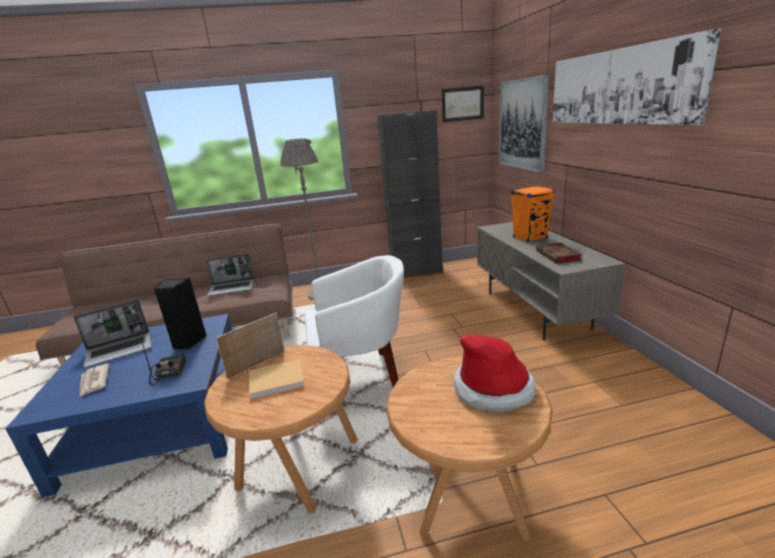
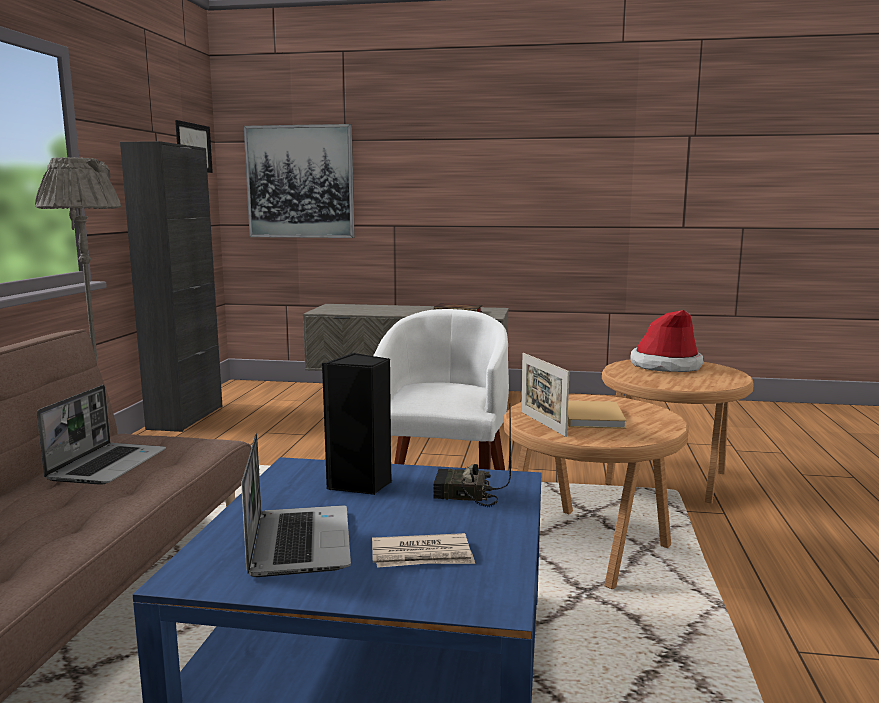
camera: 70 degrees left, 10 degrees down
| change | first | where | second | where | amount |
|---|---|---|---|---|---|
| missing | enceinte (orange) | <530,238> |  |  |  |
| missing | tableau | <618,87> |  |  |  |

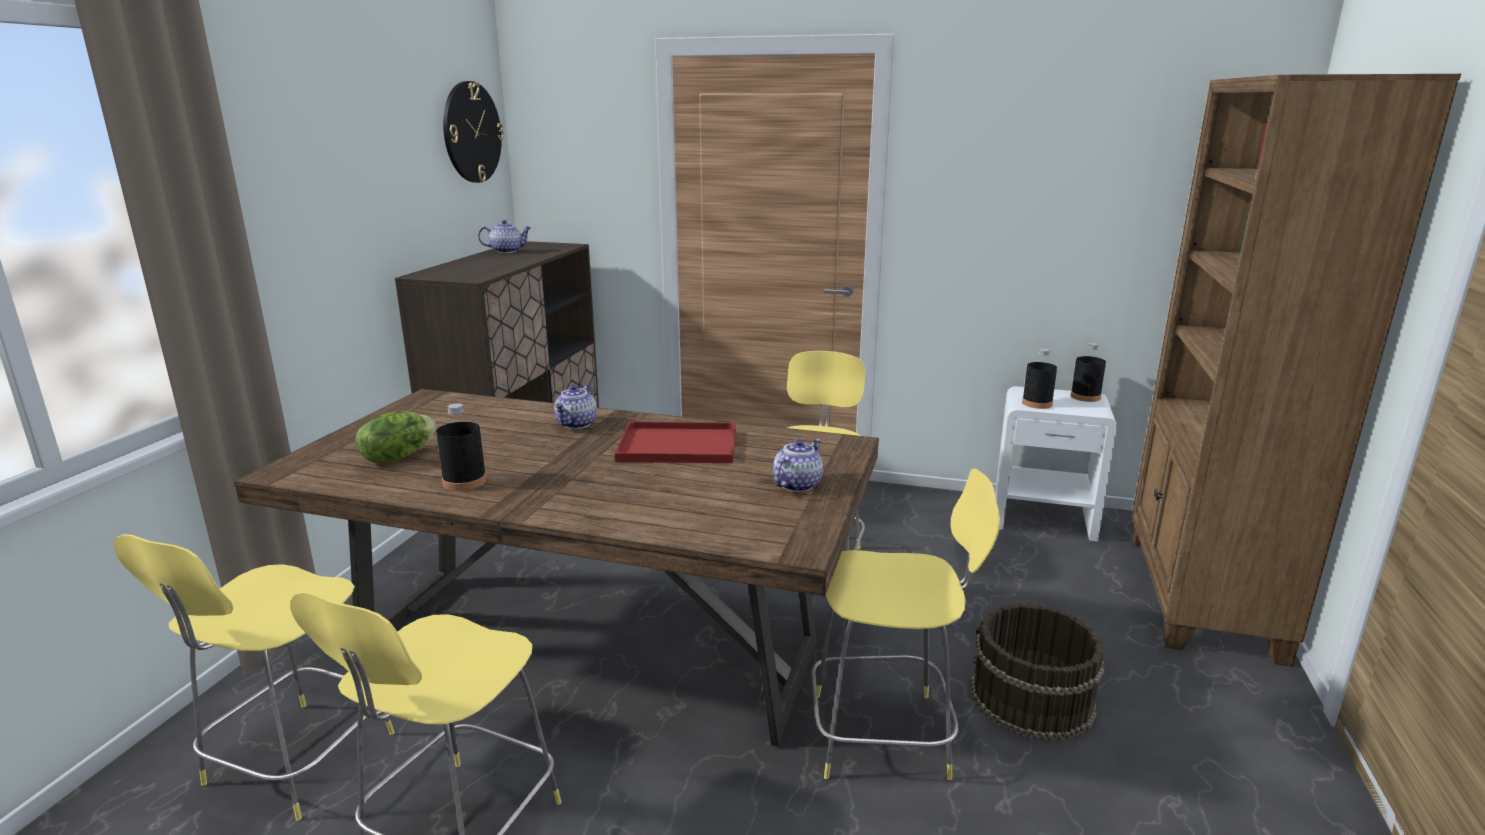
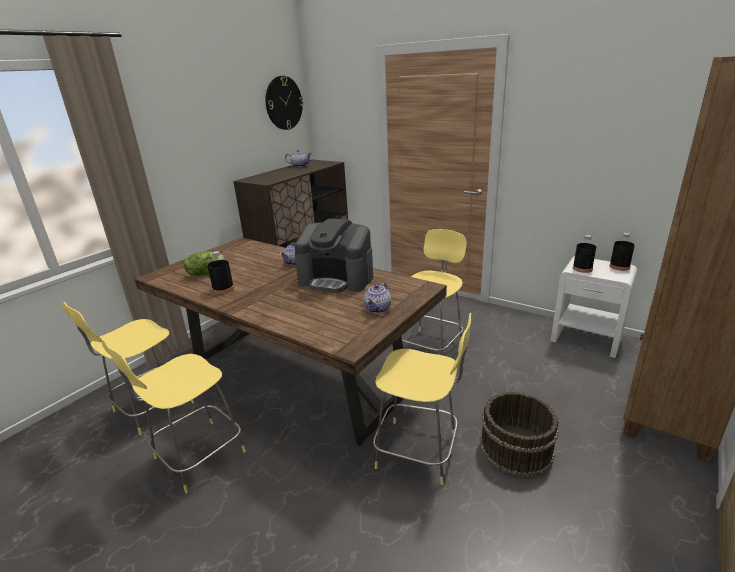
camera: 20 degrees right, 5 degrees up
| change | first | where | second | where | amount |
|---|---|---|---|---|---|
| exchanged | plateau (rouge) | <681,445> | machine à café | <337,279> |  |
| spun | théière | <796,484> |  | <378,309> | 150 degrees clockwise |

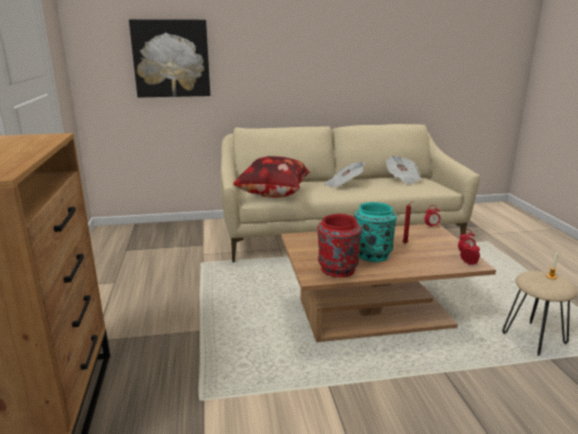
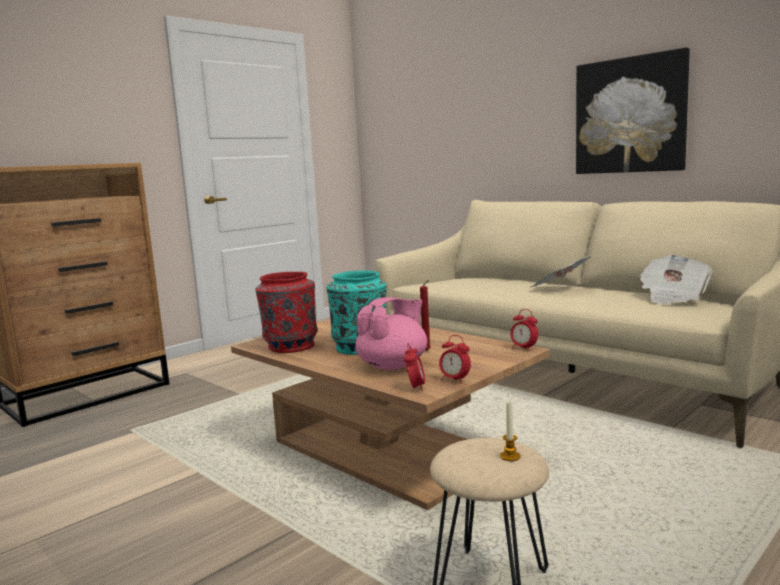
camera: 55 degrees right, 10 degrees down
| change | first | where | second | where | amount |
|---|---|---|---|---|---|
| relocated | tableau | <171,58> |  | <630,115> |  |
| missing | coussin | <273,195> |  |  |  |
| appeared |  |  | théière (rose) | <393,366> |  |

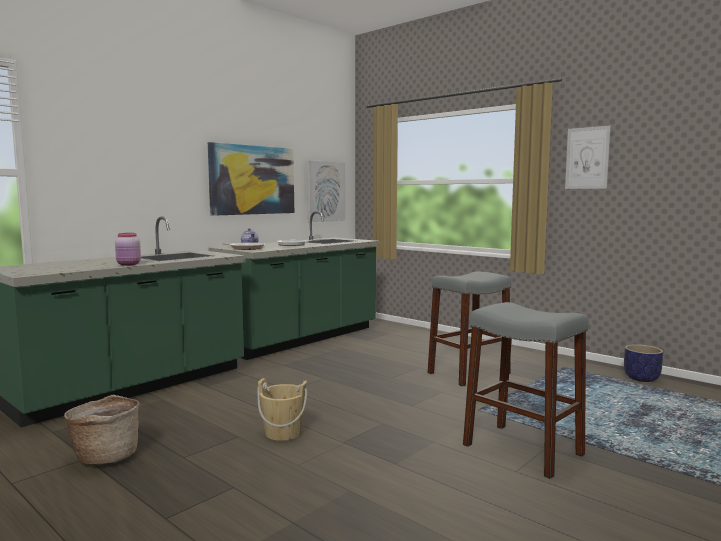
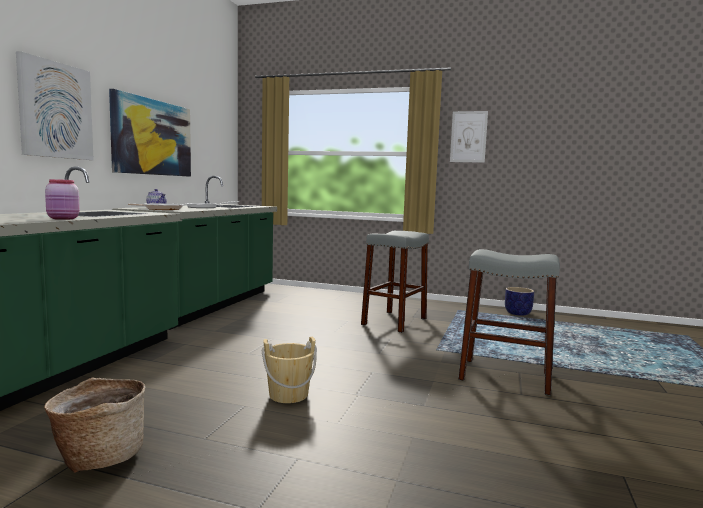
camera: 25 degrees left, 0 degrees up
| change | first | where | second | where | amount |
|---|---|---|---|---|---|
| relocated | tableau | <325,191> |  | <55,110> |  |

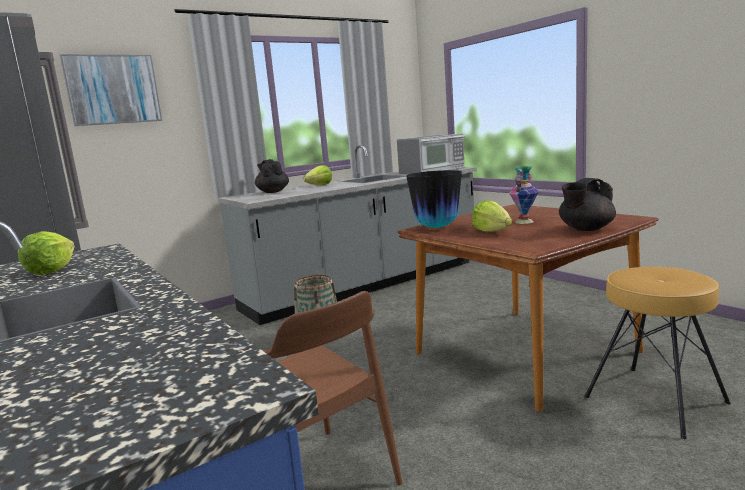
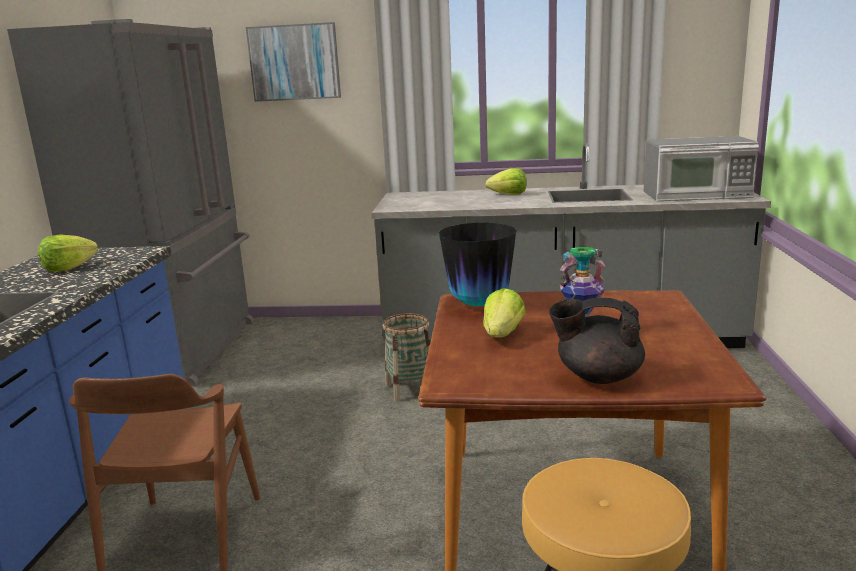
camera: 40 degrees right, 5 degrees up
| change | first | where | second | where | amount |
|---|---|---|---|---|---|
| missing | théière (noir) | <273,192> |  |  |  |

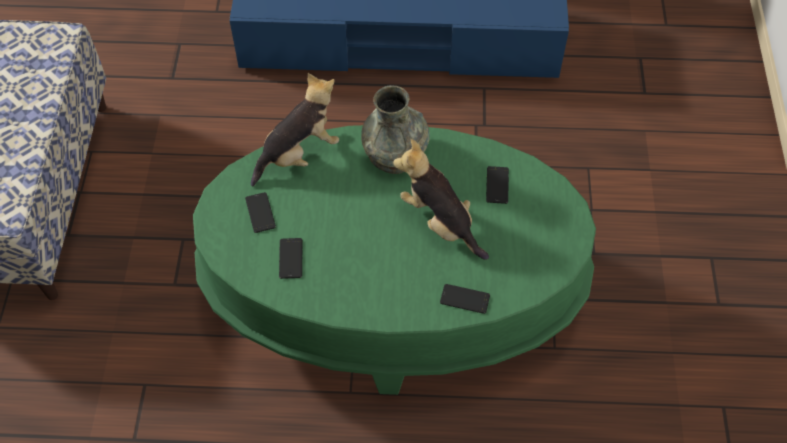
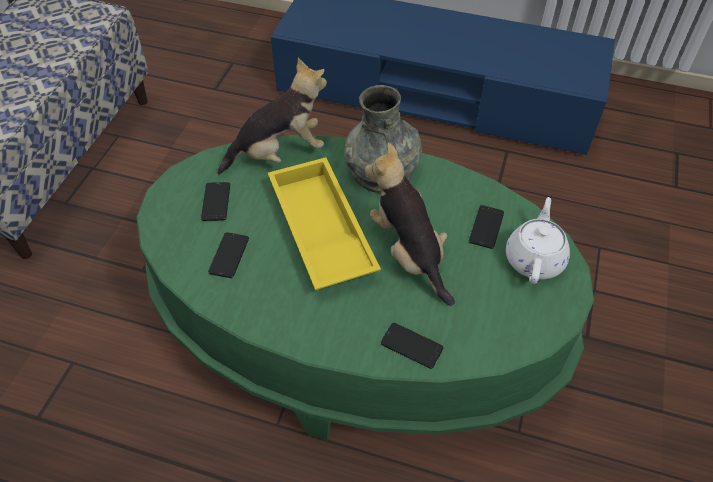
camera: 15 degrees right, 5 degrees down
| change | first | where | second | where | amount |
|---|---|---|---|---|---|
| appeared |  |  | plateau (jaune) | <319,231> |  |
| appeared |  |  | théière (blanc) | <534,258> |  |

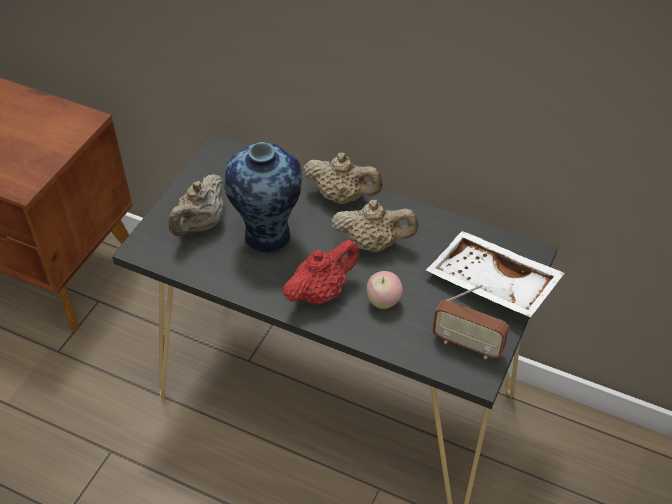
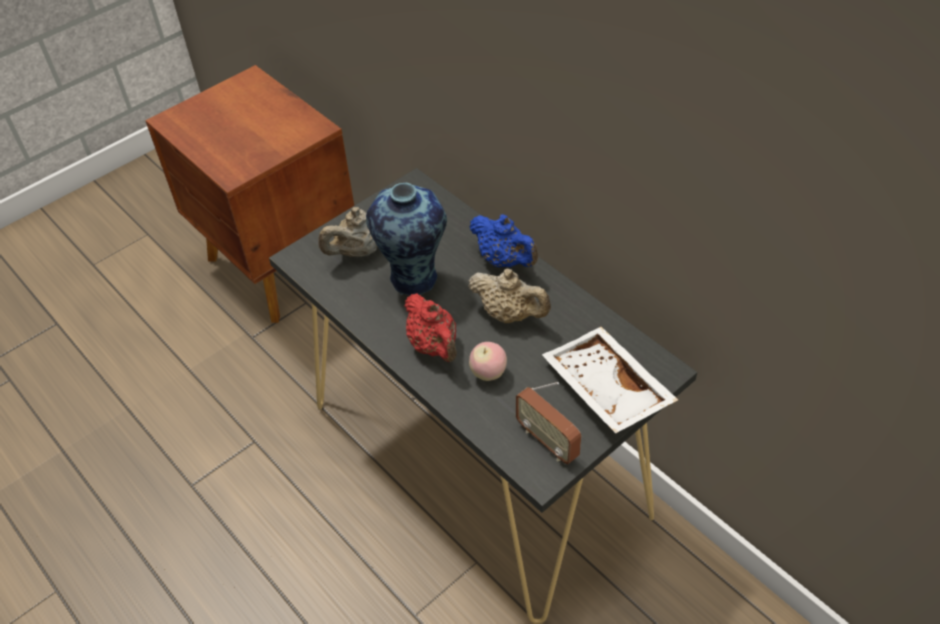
camera: 25 degrees right, 0 degrees up
| change | first | where | second | where | amount |
|---|---|---|---|---|---|
| spun | théière (rouge) | <321,292> |  | <434,346> | 75 degrees clockwise |
| colour | théière (beige) | <342,196> | théière (bleu) | <504,260> |  |

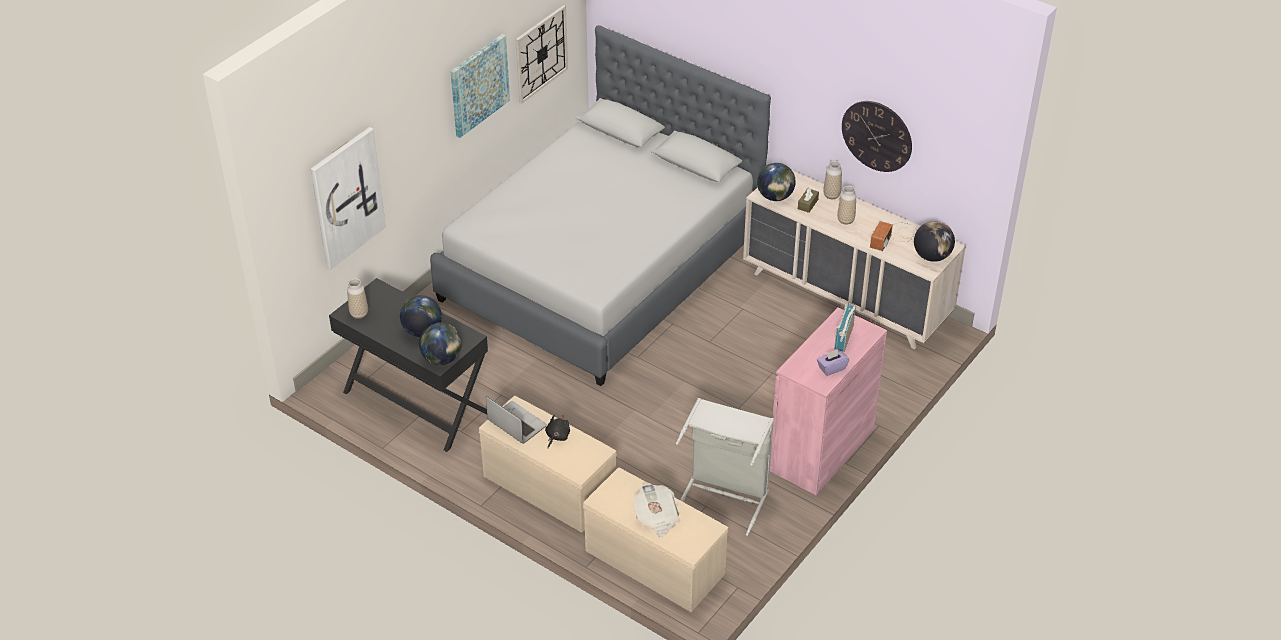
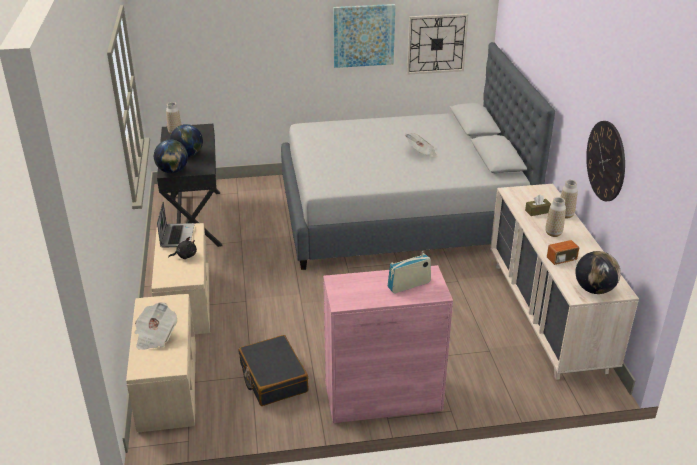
camera: 45 degrees right, 10 degrees down
| change | first | where | second | where | amount |
|---|---|---|---|---|---|
| missing | tableau | <347,197> |  |  |  |
| exchanged | panier à linge (gris) | <725,495> | valise (noir) | <273,378> |  |
| missing | globe | <775,197> |  |  |  |
| missing | boîte à mouchoirs (violet) | <832,368> |  |  |  |
| appeared |  |  | journal | <421,153> |  |

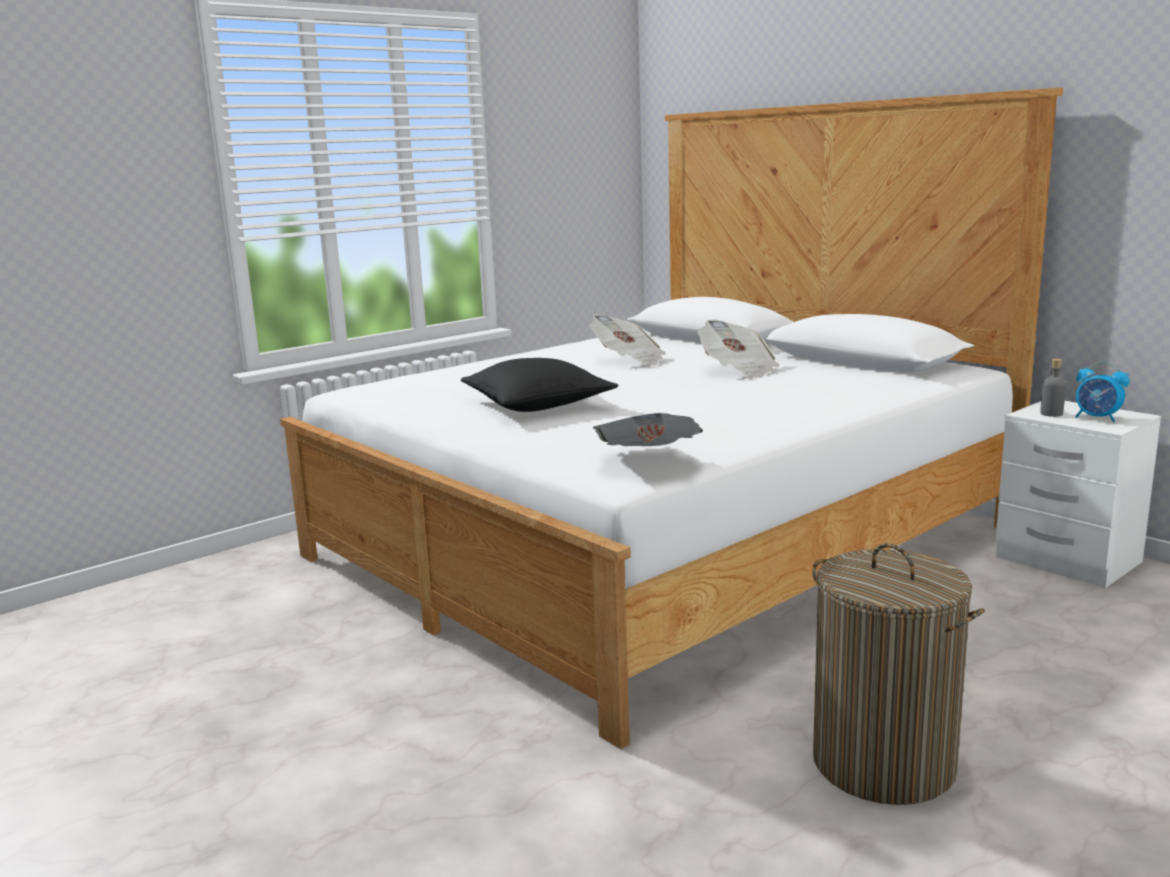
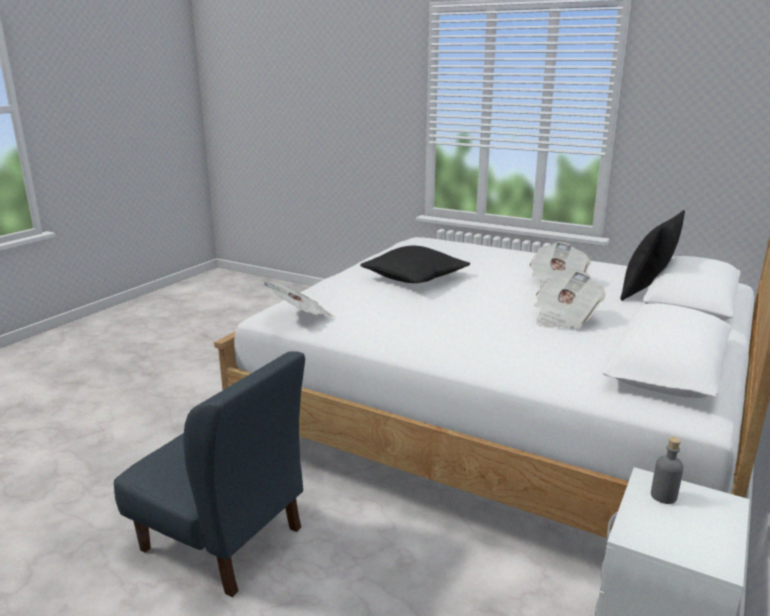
camera: 70 degrees right, 5 degrees up
| change | first | where | second | where | amount |
|---|---|---|---|---|---|
| exchanged | panier à linge | <884,763> | chaise (bleu) | <223,539> |  |
| missing | réveil | <1097,418> |  |  |  |
| appeared |  |  | coussin (noir) | <646,291> |  |

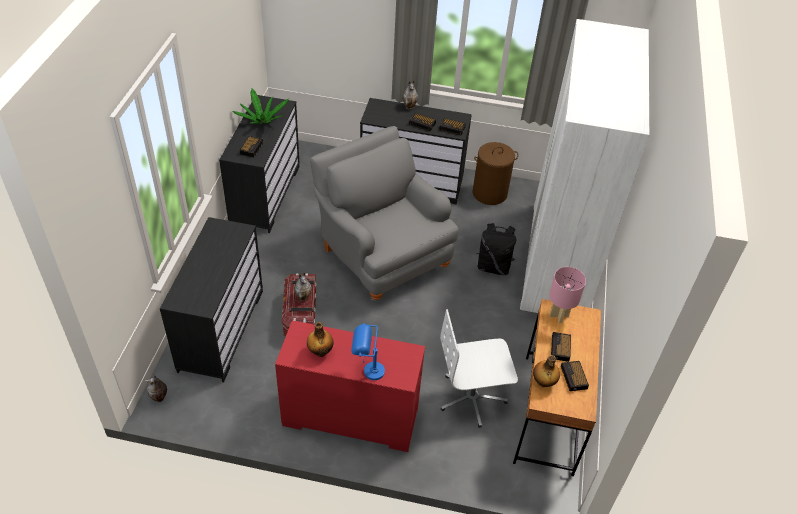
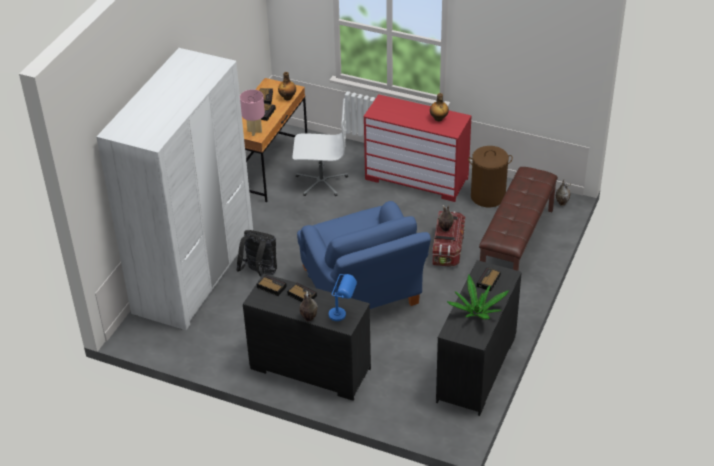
camera: 165 degrees left, 5 degrees down
| change | first | where | second | where | amount |
|---|---|---|---|---|---|
| exchanged | commode (noir) | <221,329> | banc (marron) | <517,244> |  |
| colour | fauteuil (gris) | <382,254> | fauteuil (bleu) | <363,294> |  |
| relocated | lampe de table (bleu) | <366,371> |  | <343,315> |  |
| relocated | panier à linge (marron) | <489,193> |  | <488,196> |  |

